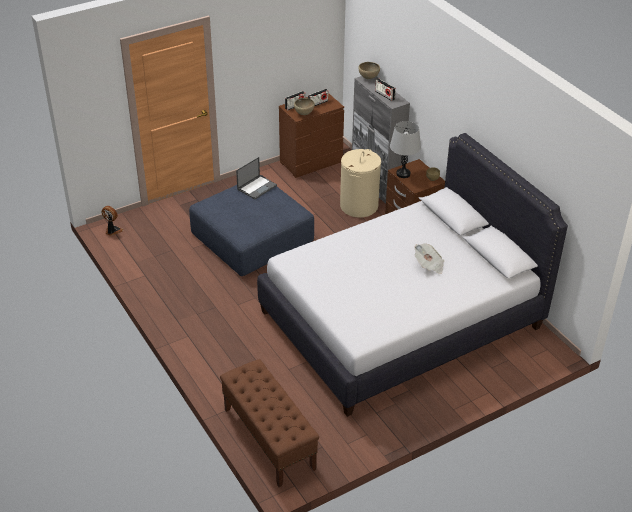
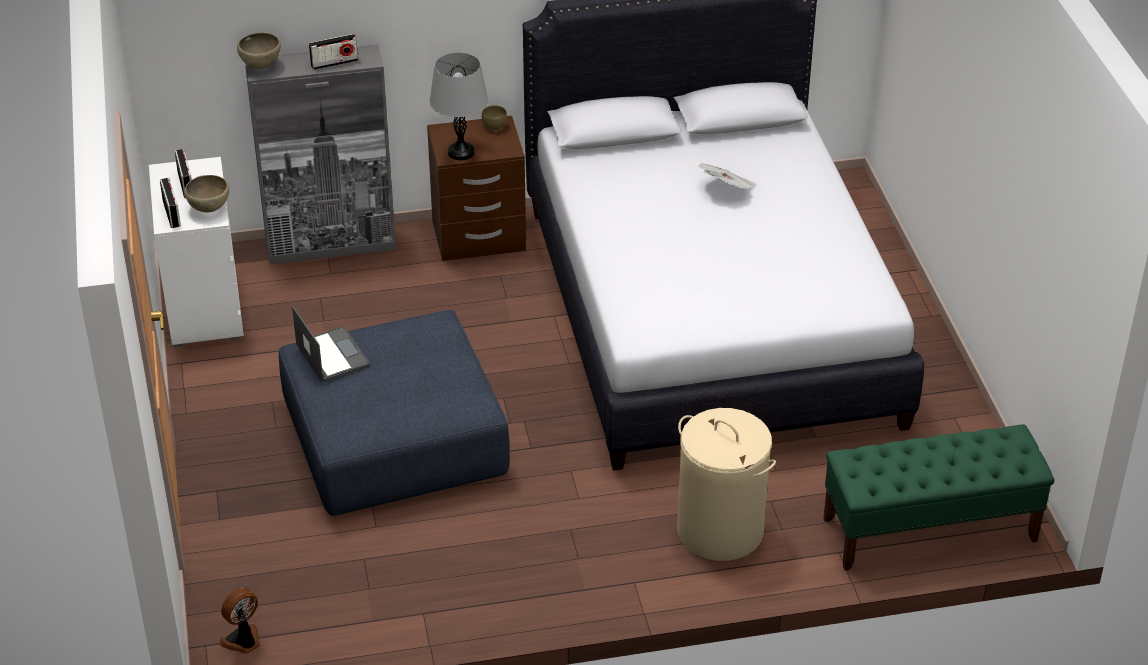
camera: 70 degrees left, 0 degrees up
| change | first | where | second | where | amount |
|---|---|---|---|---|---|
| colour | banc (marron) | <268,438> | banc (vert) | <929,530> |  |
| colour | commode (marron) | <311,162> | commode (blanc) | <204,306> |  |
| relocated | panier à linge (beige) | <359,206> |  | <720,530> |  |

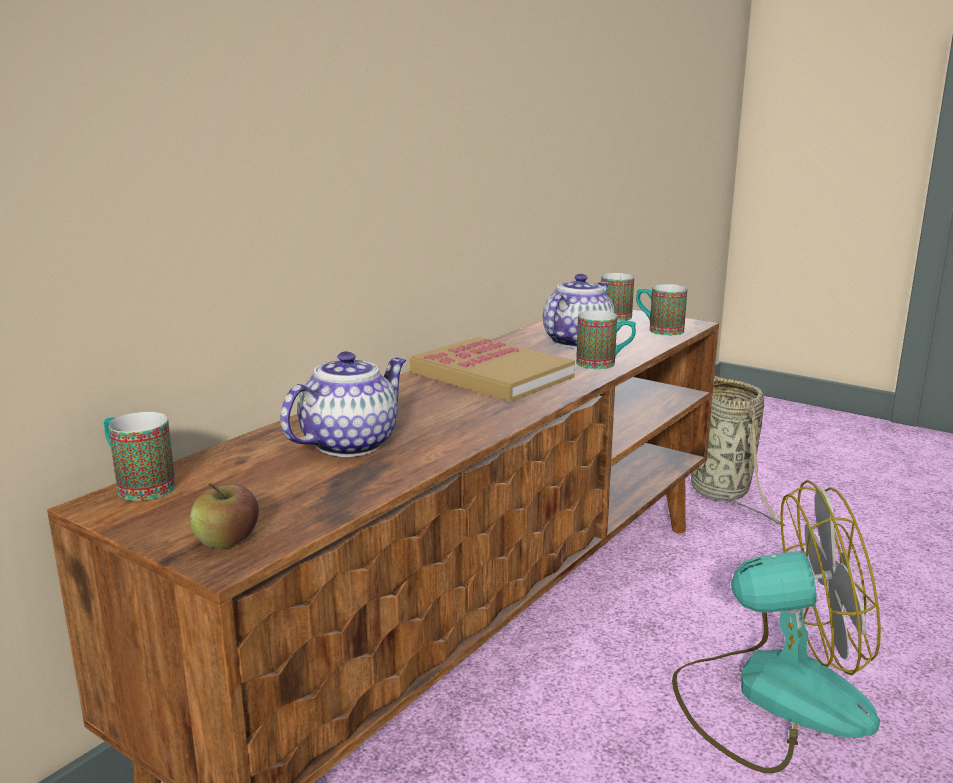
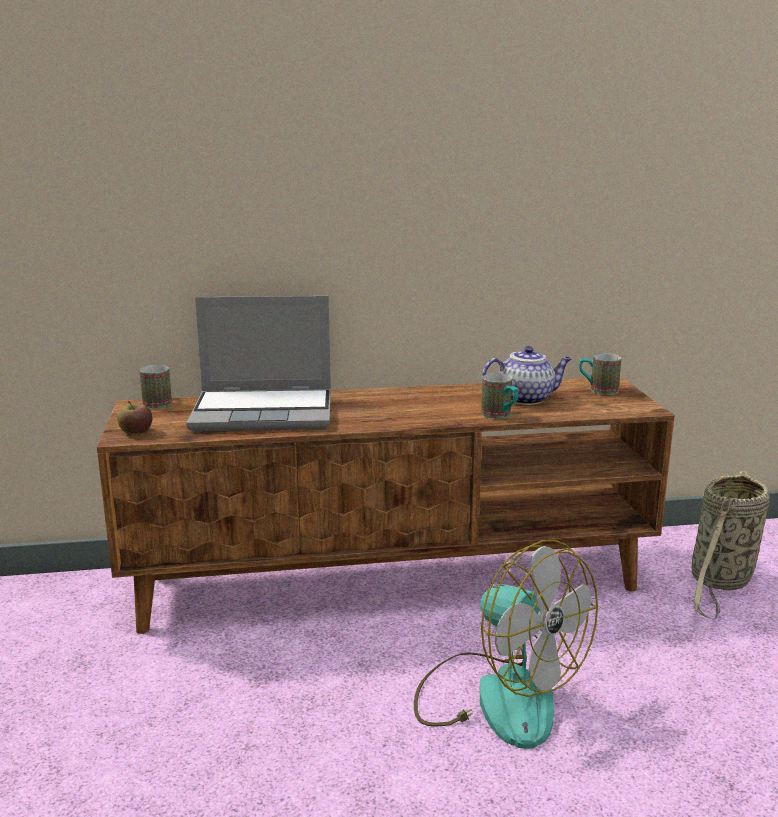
camera: 45 degrees right, 0 degrees up
| change | first | where | second | where | amount |
|---|---|---|---|---|---|
| exchanged | théière | <350,443> | ordinateur portable | <265,412> |  |
| missing | livre | <491,375> |  |  |  |
| missing | mug | <658,330> |  |  |  |

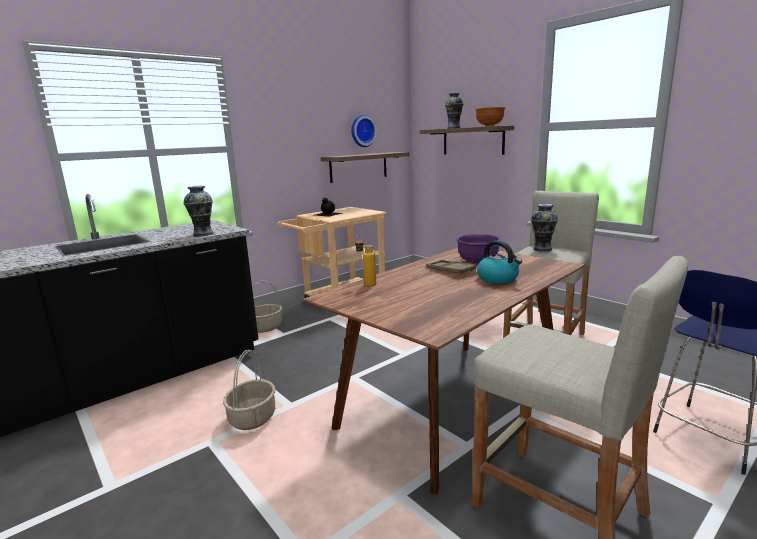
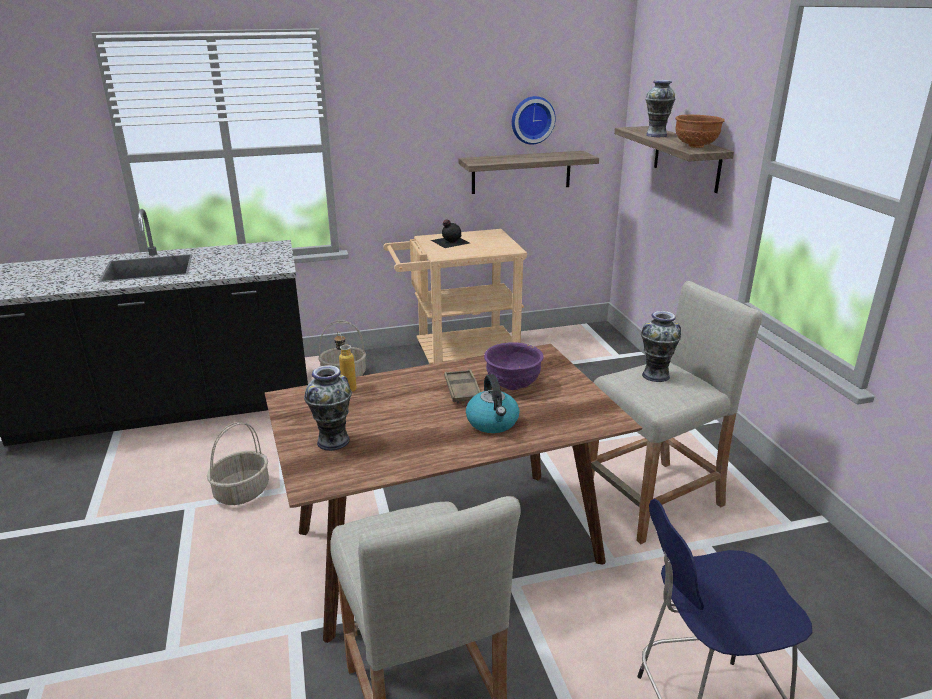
camera: 25 degrees right, 10 degrees up
| change | first | where | second | where | amount |
|---|---|---|---|---|---|
| relocated | vase | <203,234> |  | <333,441> |  |

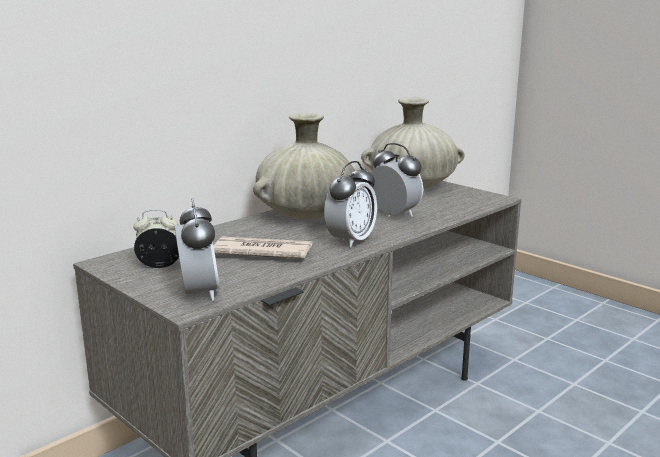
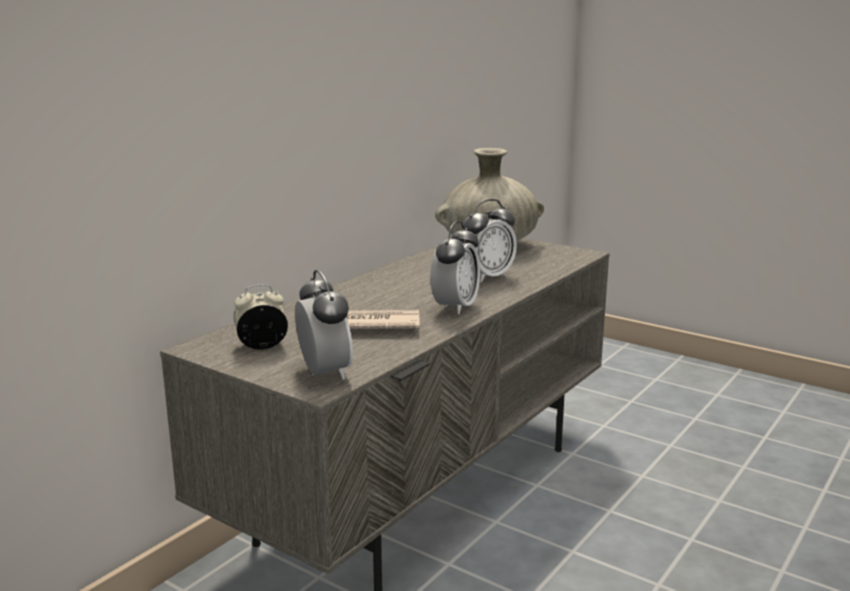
camera: 10 degrees left, 0 degrees up
| change | first | where | second | where | amount |
|---|---|---|---|---|---|
| missing | vase (beige) | <306,215> |  |  |  |
| spun | réveil | <394,215> |  | <486,277> | 105 degrees clockwise |

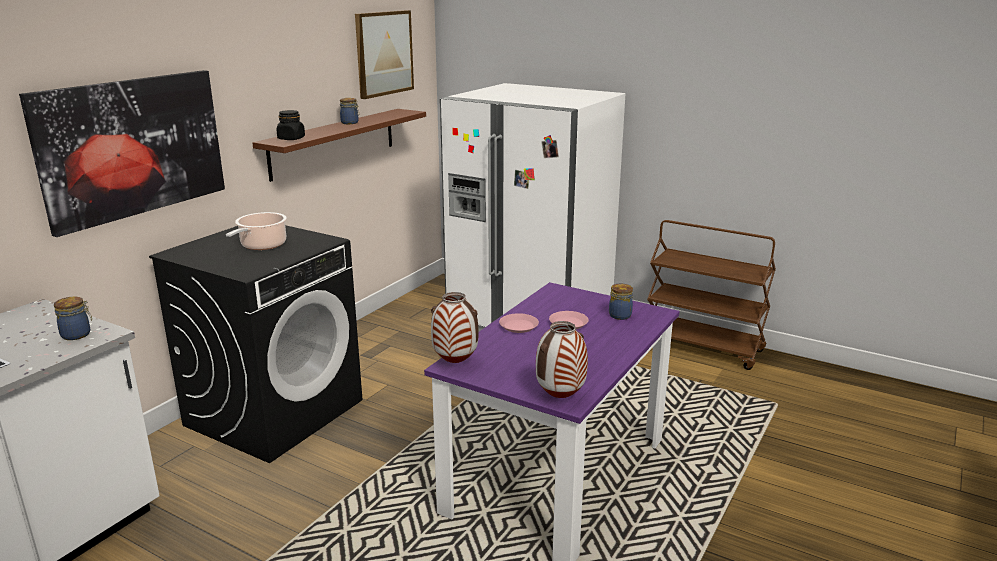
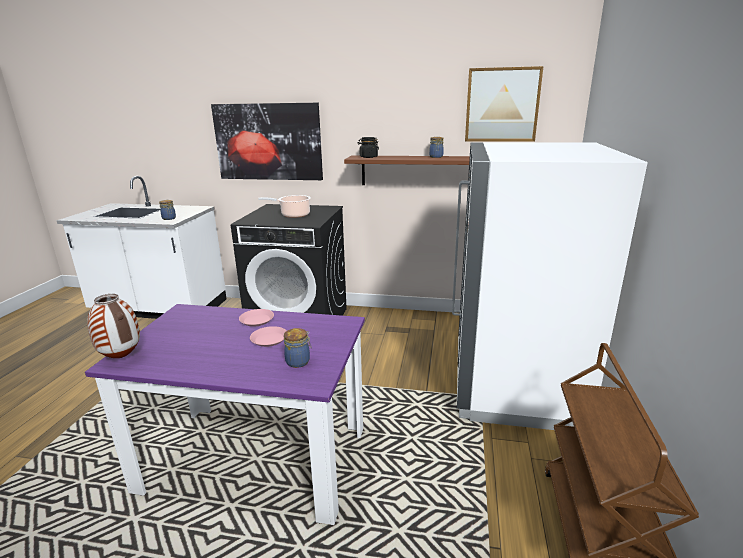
camera: 70 degrees right, 0 degrees up
| change | first | where | second | where | amount |
|---|---|---|---|---|---|
| missing | vase | <456,362> |  |  |  |

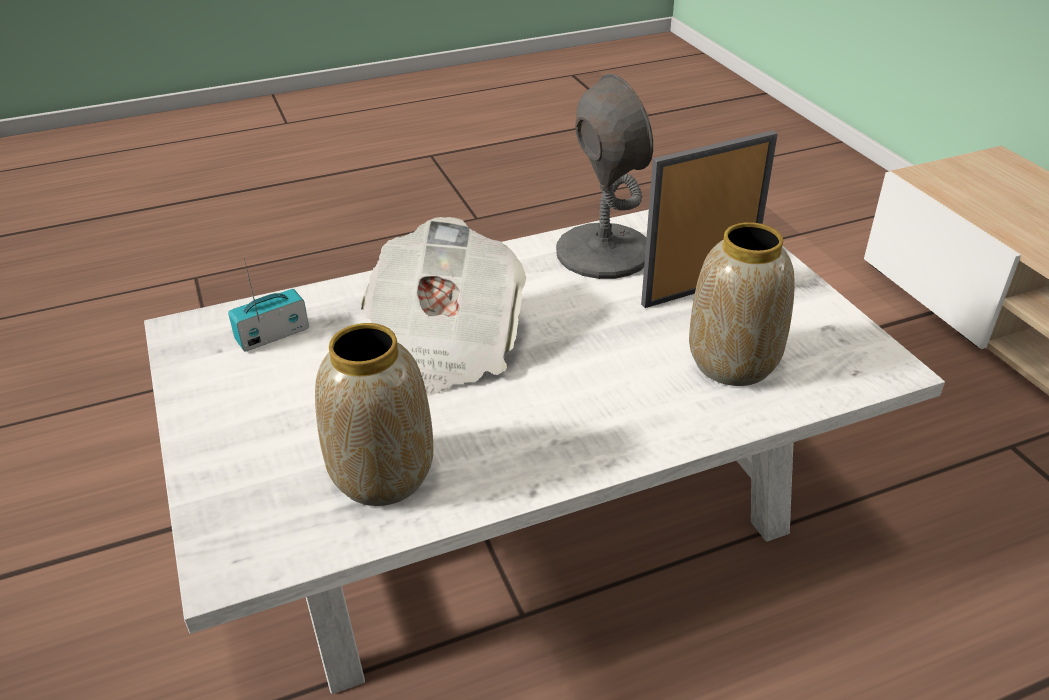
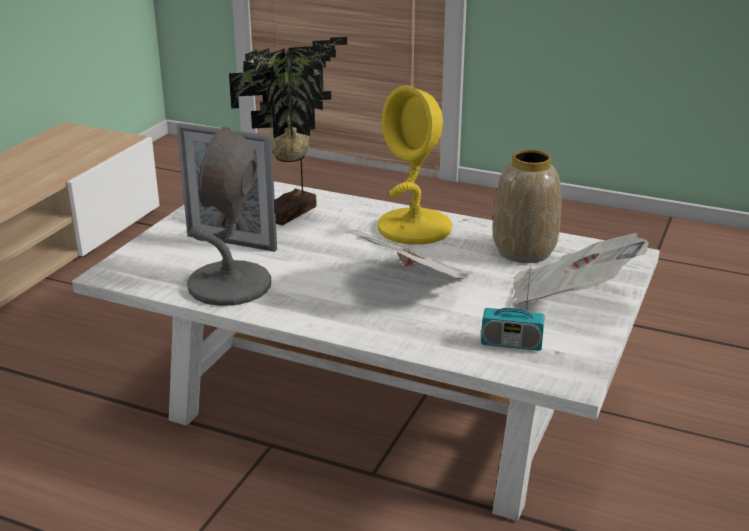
camera: 135 degrees left, 10 degrees down
| change | first | where | second | where | amount |
|---|---|---|---|---|---|
| exchanged | vase | <731,362> | plante en pot | <293,213> |  |
| appeared |  |  | lampe de table (jaune) | <415,228> |  |
| appeared |  |  | journal | <569,300> |  |

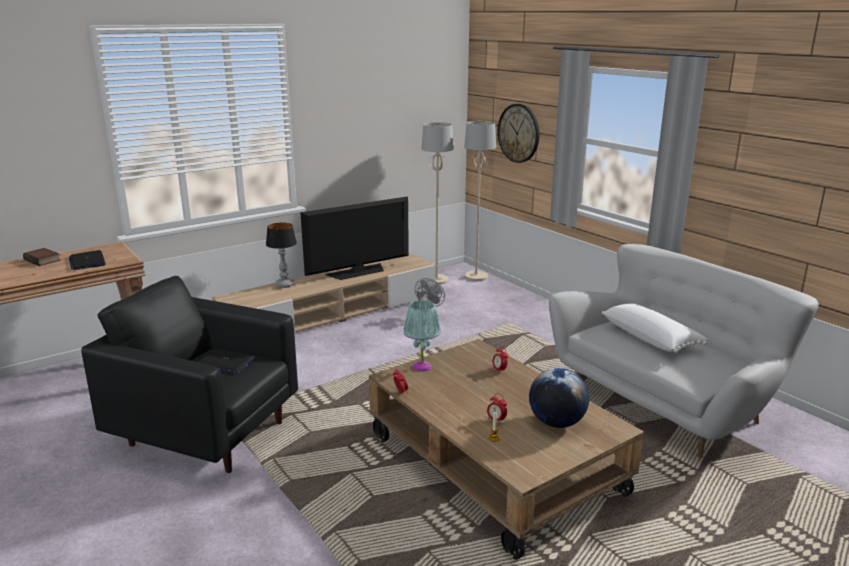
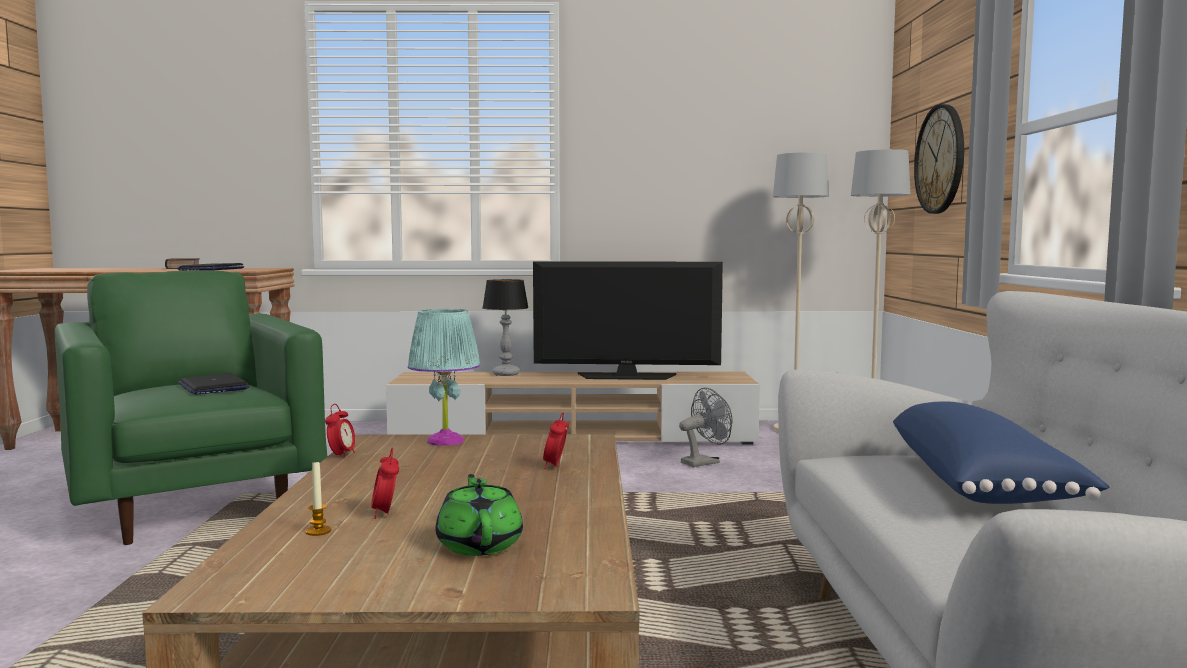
camera: 35 degrees right, 15 degrees down
| change | first | where | second | where | amount |
|---|---|---|---|---|---|
| colour | fauteuil (noir) | <207,433> | fauteuil (vert) | <194,504> |  |
| exchanged | globe | <556,423> | théière (vert) | <479,545> |  |
| colour | coussin (blanc) | <651,338> | coussin (bleu) | <982,485> |  |

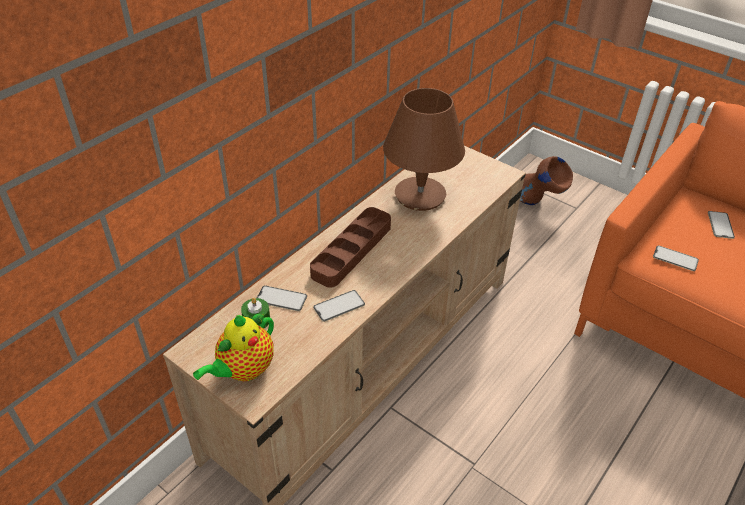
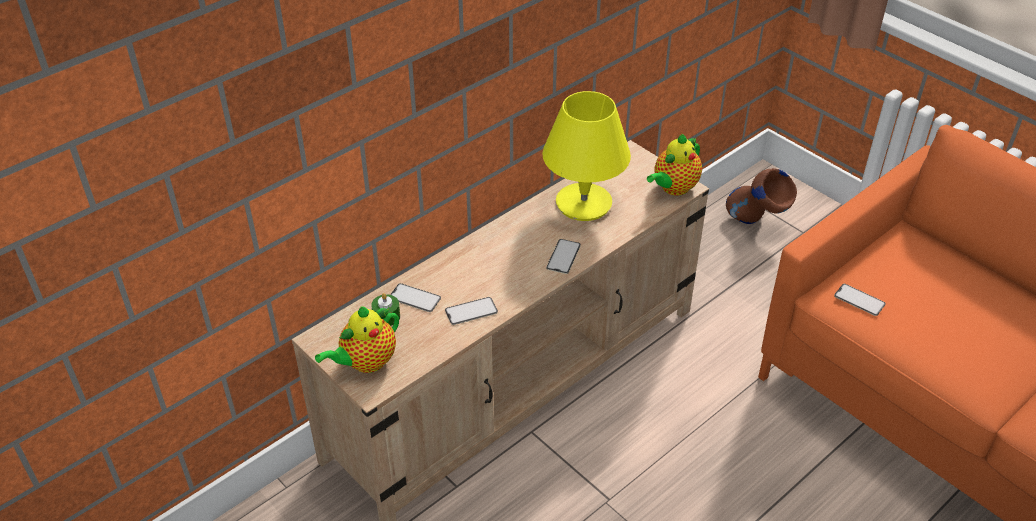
camera: 10 degrees right, 0 degrees up
| change | first | where | second | where | amount |
|---|---|---|---|---|---|
| missing | plateau (marron) | <352,250> |  |  |  |
| colour | lampe de table (marron) | <420,195> | lampe de table (jaune) | <584,204> |  |
| relocated | téléphone | <720,225> |  | <563,256> |  |
| appeared |  |  | théière | <673,188> |  |

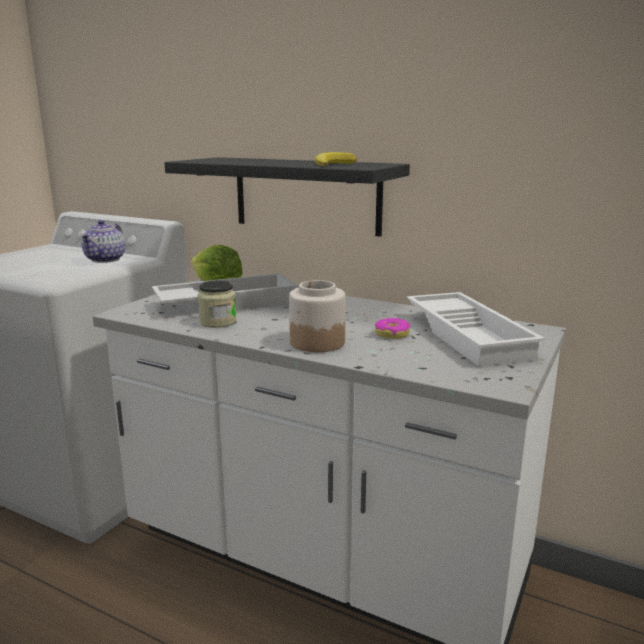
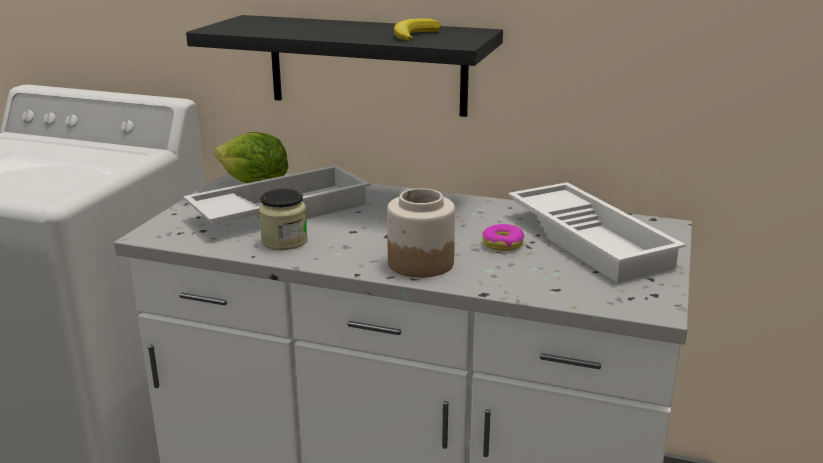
camera: 10 degrees left, 5 degrees up
| change | first | where | second | where | amount |
|---|---|---|---|---|---|
| missing | théière | <106,259> |  |  |  |

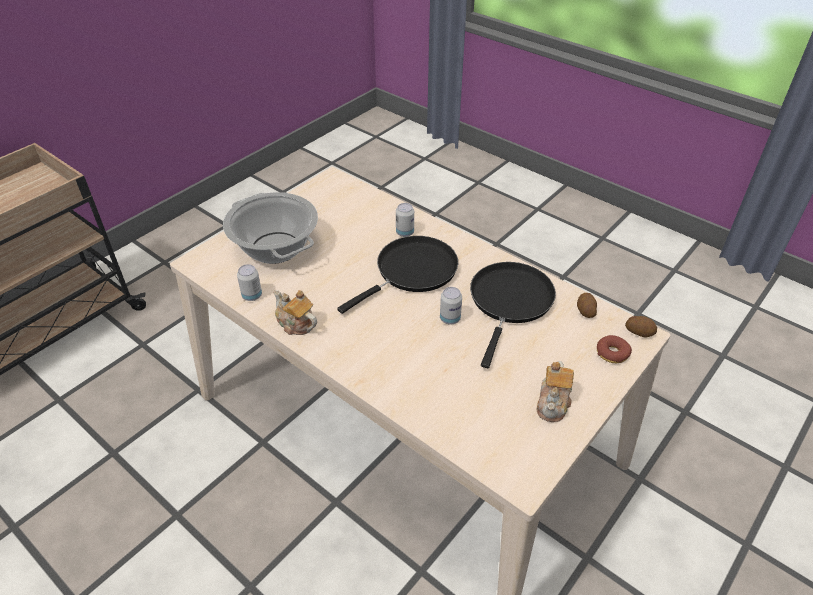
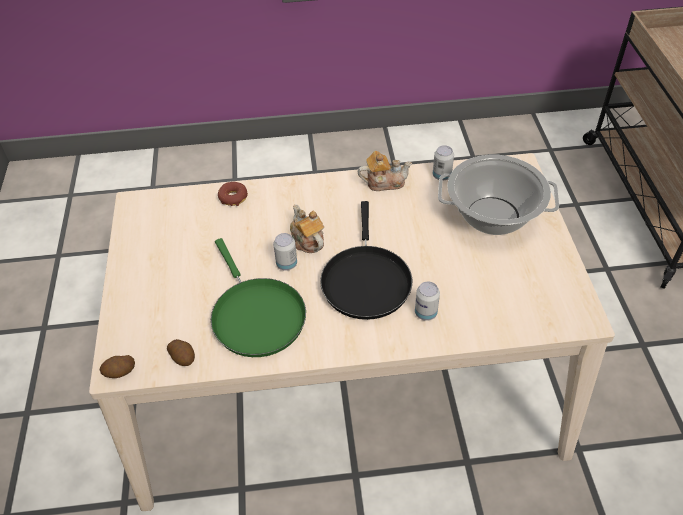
camera: 135 degrees right, 5 degrees up
| change | first | where | second | where | amount |
|---|---|---|---|---|---|
| colour | poêle (noir) | <510,302> | poêle (vert) | <256,315> |  |
| relocated | théière | <553,403> |  | <307,240> |  |
| relocated | beignet | <612,353> |  | <233,197> |  |

